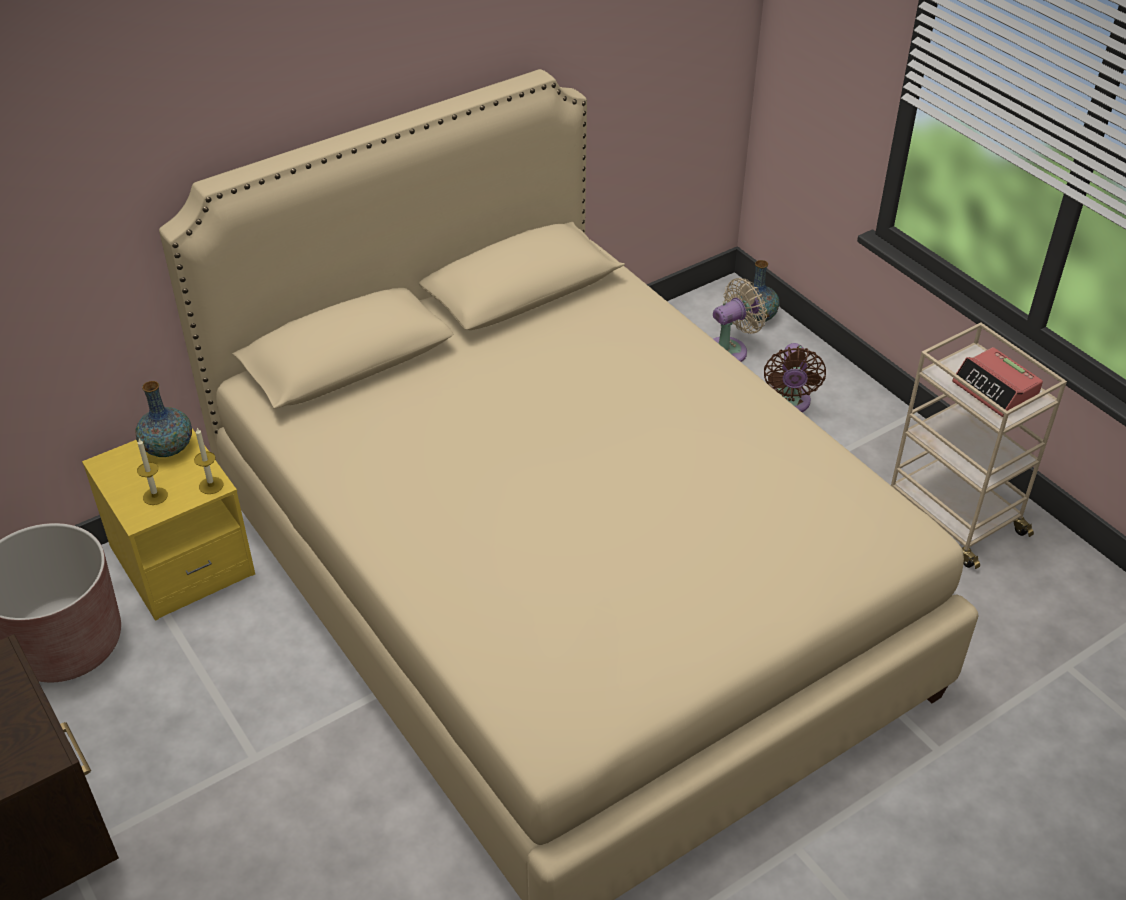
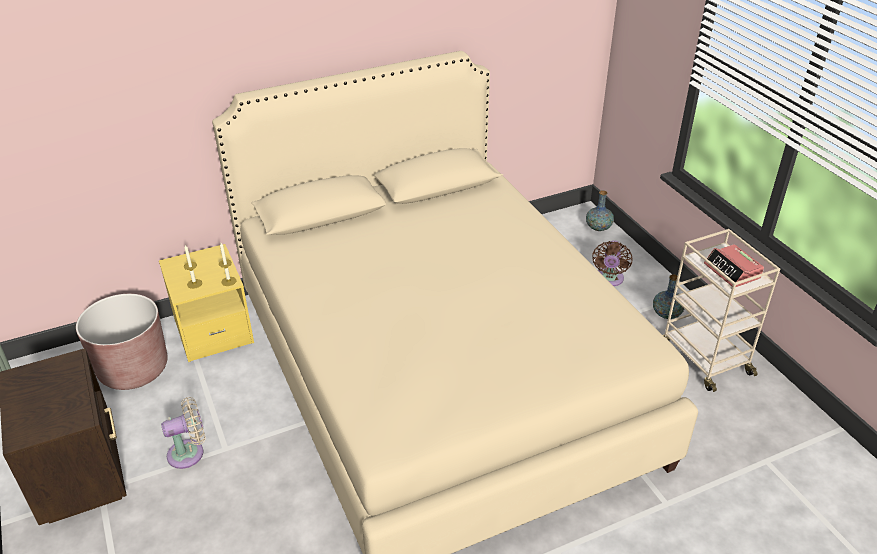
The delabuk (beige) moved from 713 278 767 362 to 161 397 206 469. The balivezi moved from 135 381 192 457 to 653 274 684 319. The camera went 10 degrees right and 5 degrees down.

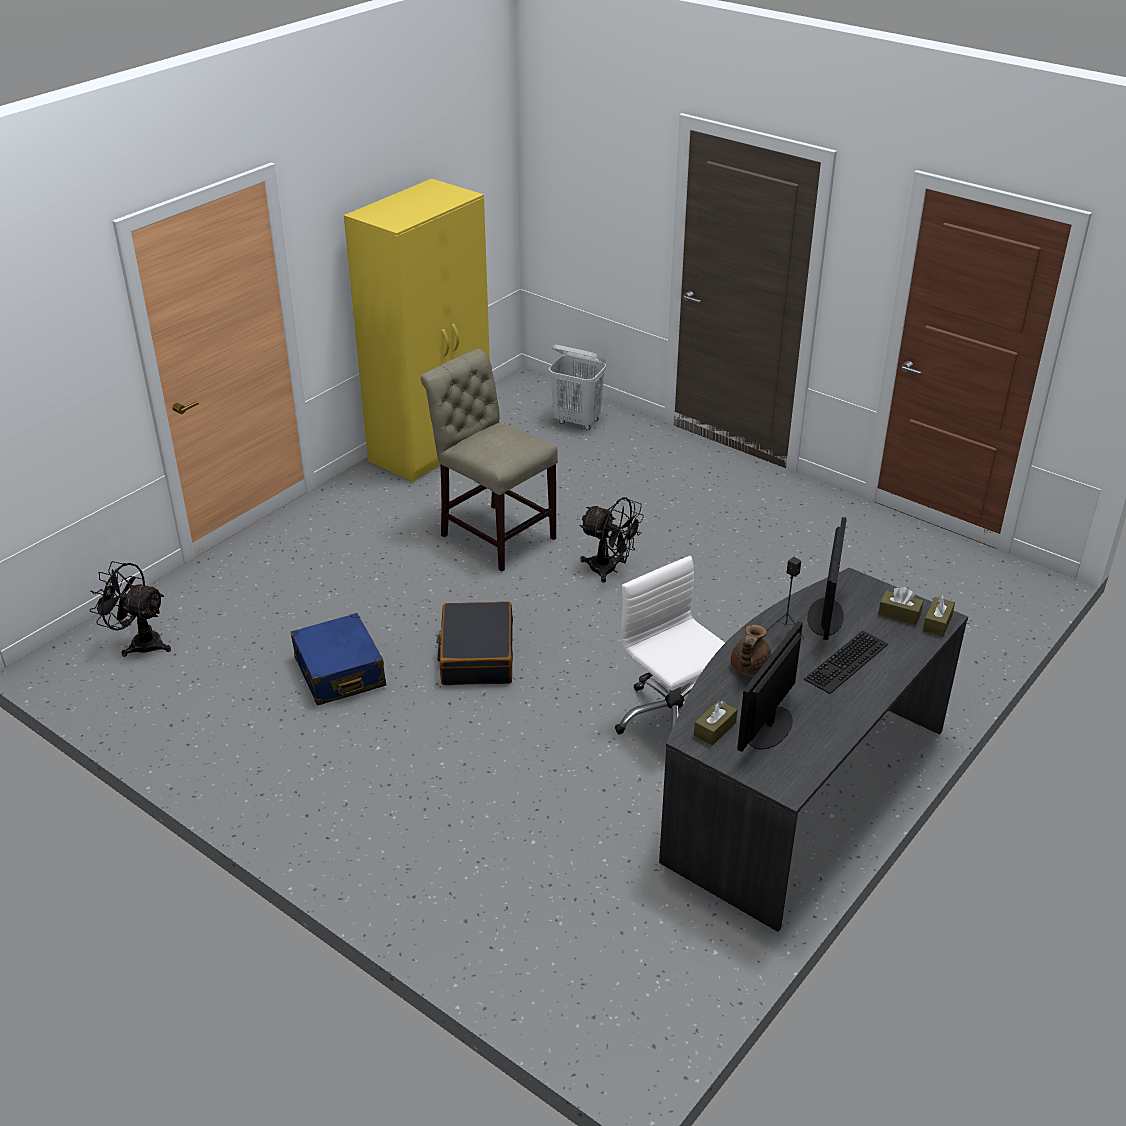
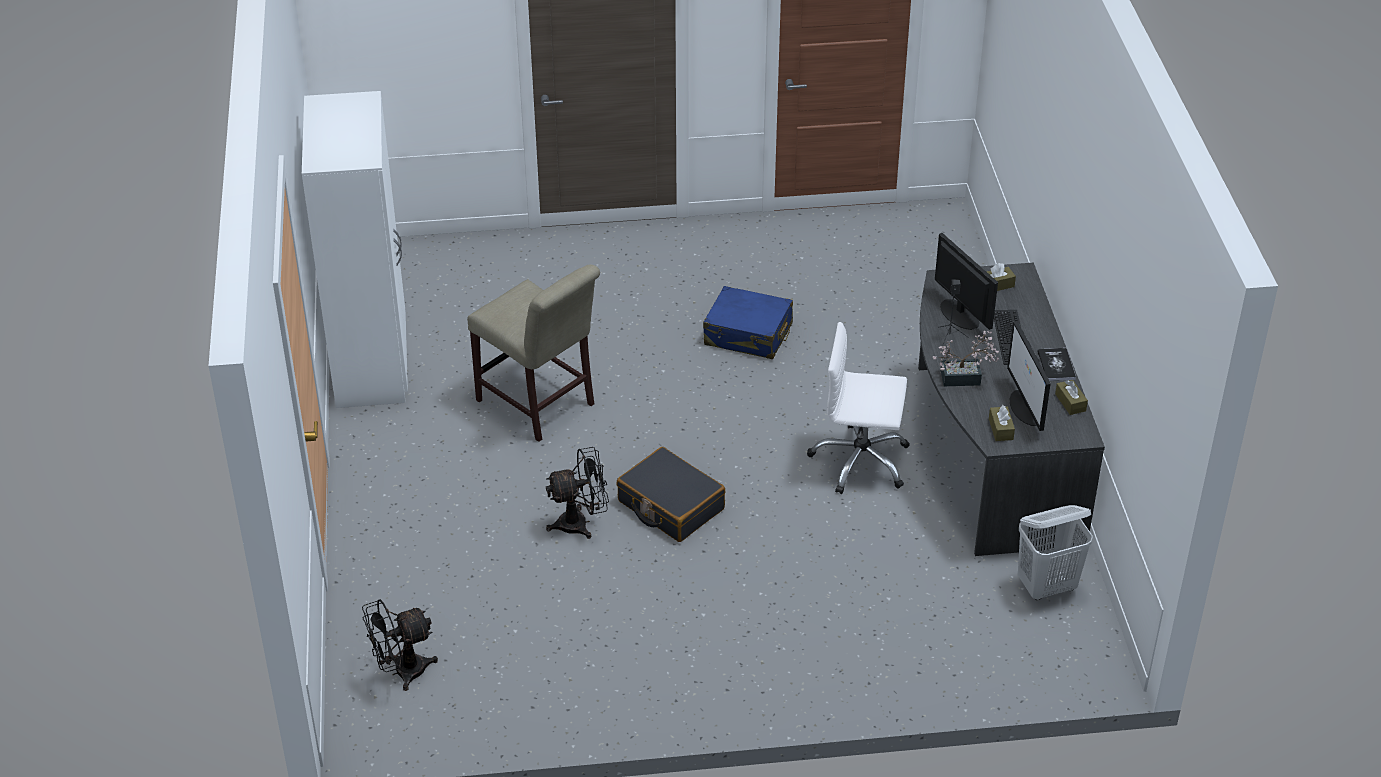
The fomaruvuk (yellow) at 344 179 490 482 became the fomaruvuk (white) at 302 91 408 408. The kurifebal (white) moved from 549 345 606 430 to 1018 505 1093 600. The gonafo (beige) at 421 349 558 571 turned 135 degrees counterclockwise. The delabuk (black) moved from 579 497 644 583 to 546 447 609 539. The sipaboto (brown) moved from 923 595 955 637 to 1055 380 1088 415. The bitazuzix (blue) moved from 291 613 386 706 to 703 286 793 359. The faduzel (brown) at 731 625 772 676 was replaced by the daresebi at 933 330 999 386. The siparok at 1037 348 1076 381 appeared. The camera went 45 degrees left and 5 degrees up.

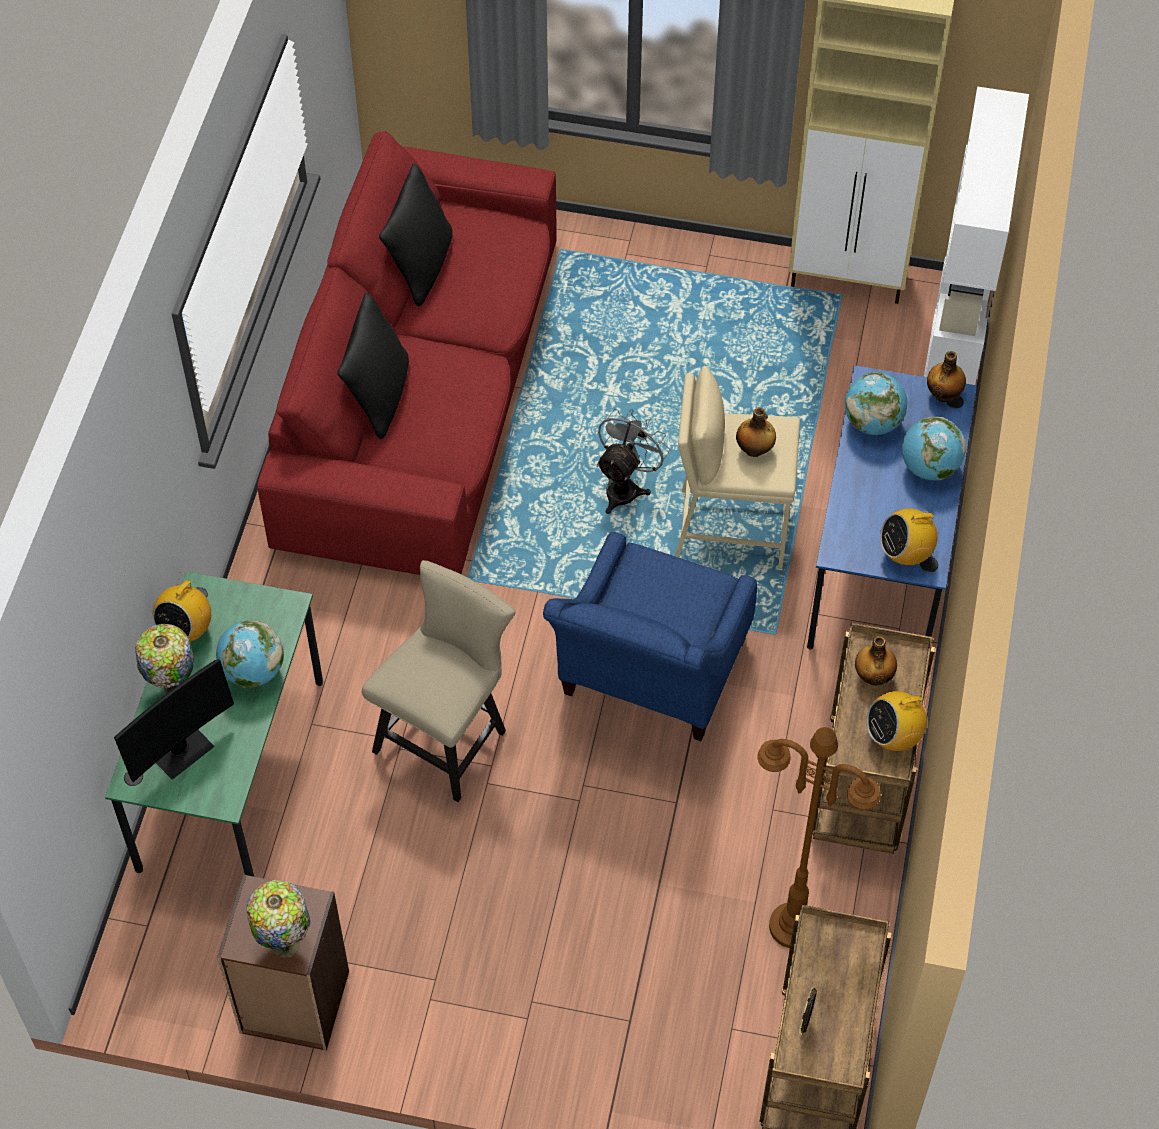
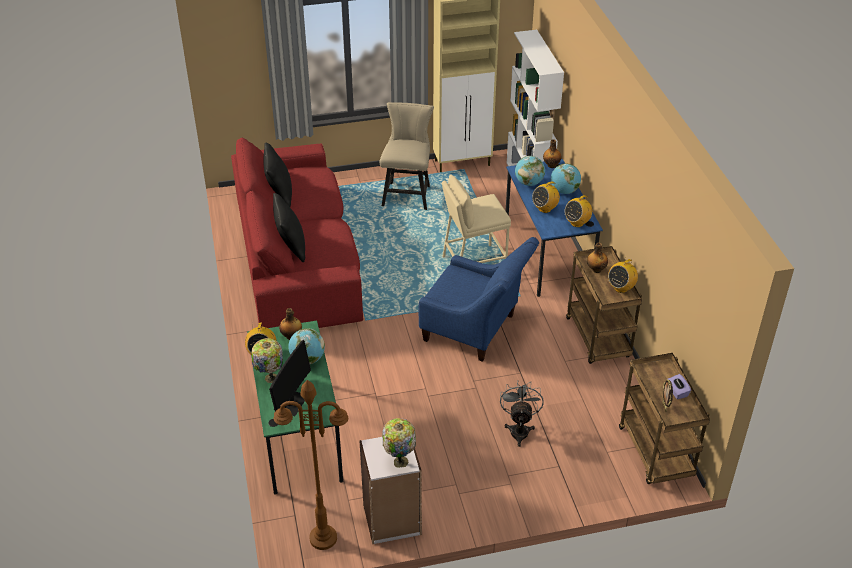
The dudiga moved from 736 407 776 457 to 279 308 302 340. The delabuk (grey) moved from 596 409 670 514 to 500 381 544 447. The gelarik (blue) at 543 532 757 741 turned 60 degrees counterclockwise. The gonafo (beige) moved from 362 560 516 802 to 380 102 434 210. The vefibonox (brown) moved from 757 727 880 948 to 274 380 348 550. The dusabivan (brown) at 217 874 349 1051 became the dusabivan (white) at 359 437 422 544. The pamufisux at 532 180 560 213 appeared. The sipaboto (purple) at 668 374 691 400 appeared. The camera went 25 degrees left and 15 degrees down.

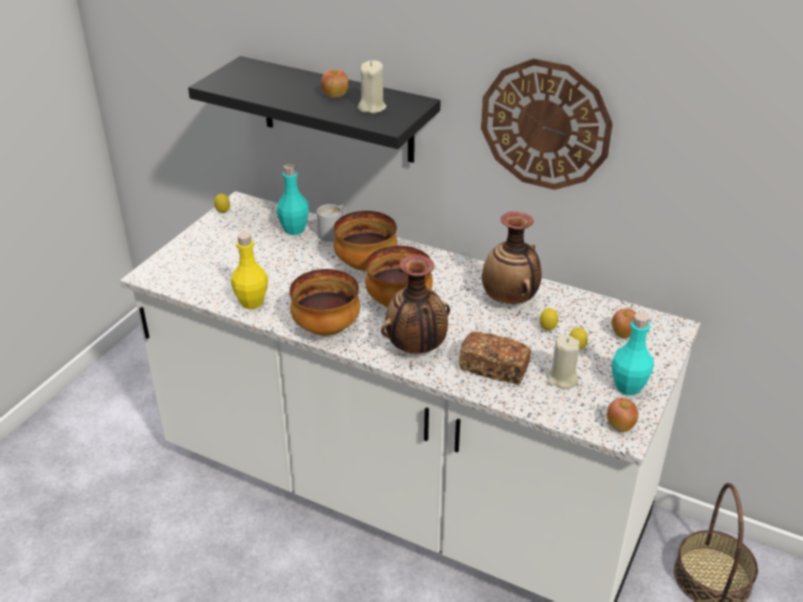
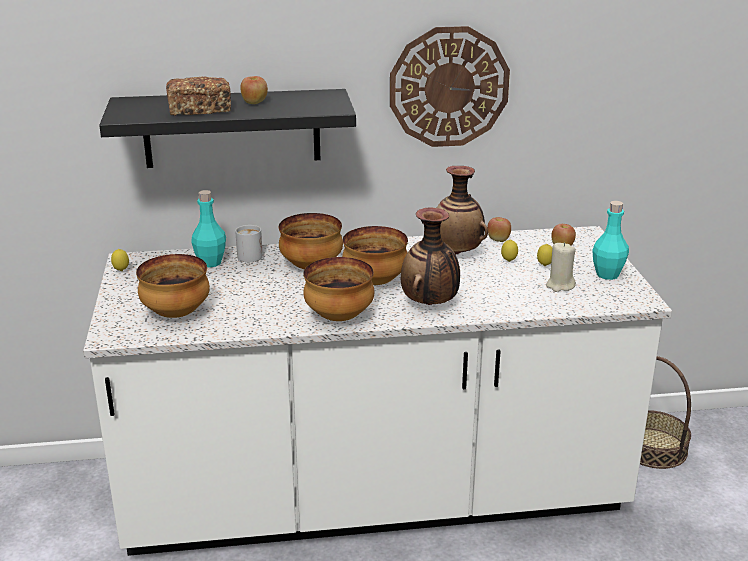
The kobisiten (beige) at 358 60 386 114 disappeared. The dudiga (yellow) at 231 232 268 309 disappeared. The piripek moved from 459 332 531 385 to 166 76 231 116. The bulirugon moved from 607 398 639 432 to 487 217 511 242. The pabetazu at 136 254 210 318 appeared. The camera went 35 degrees left and 10 degrees down.

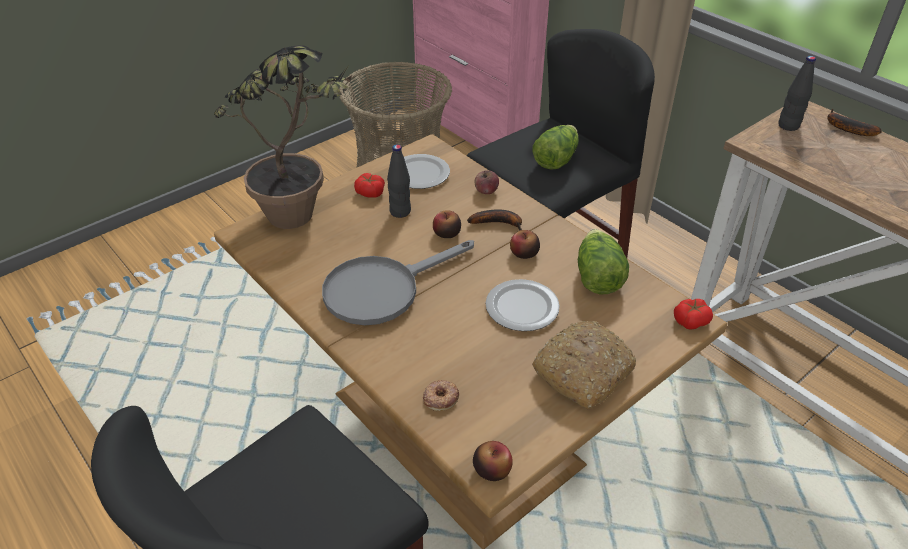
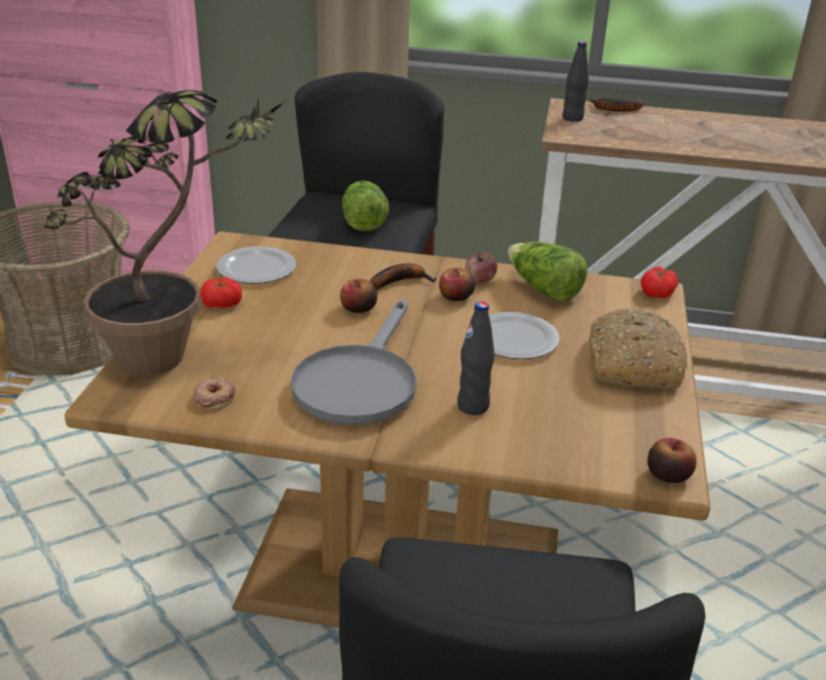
The dudiga (black) moved from 387 145 411 218 to 457 301 494 415. The bulirugon moved from 474 170 499 194 to 465 252 497 283. The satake moved from 423 380 459 411 to 193 377 235 410. The camera went 40 degrees left and 10 degrees down.

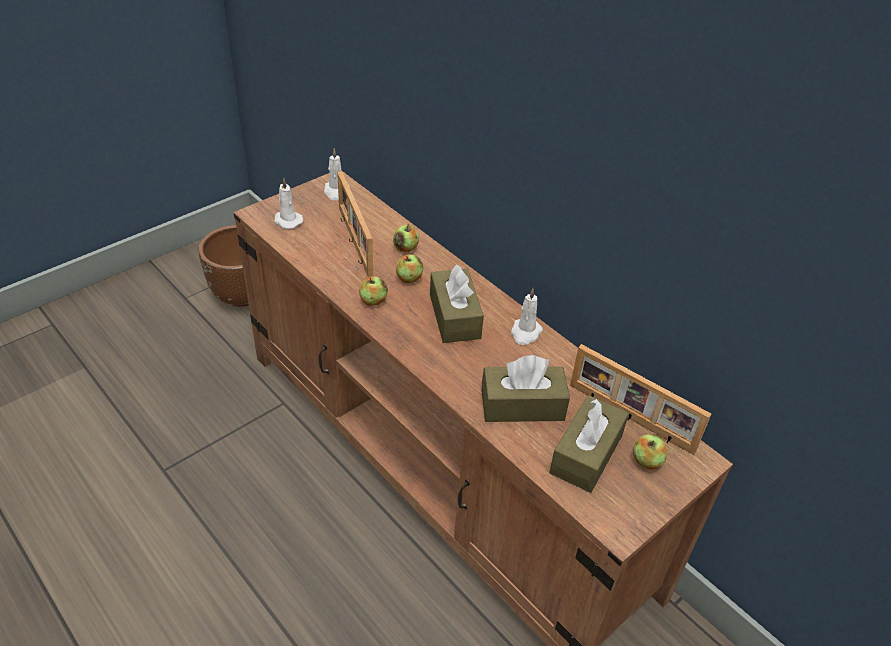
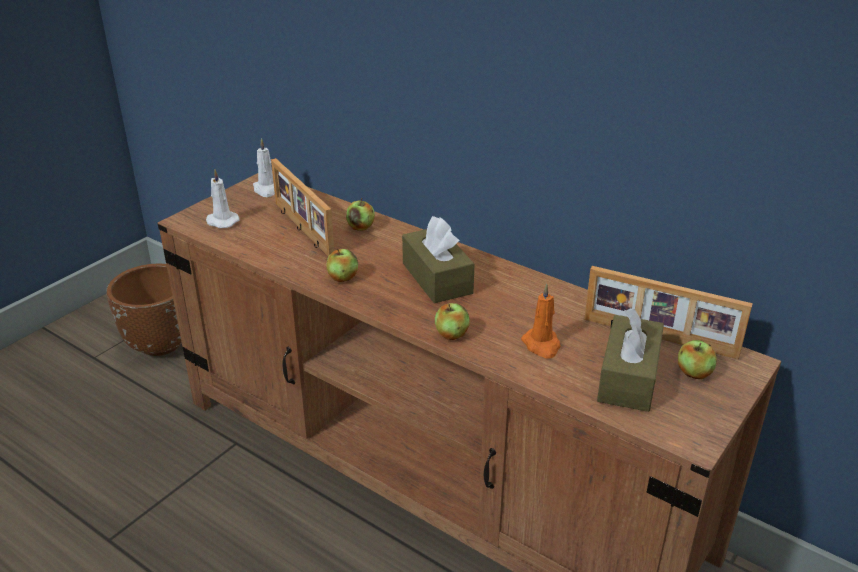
The bulirugon moved from 396 255 423 283 to 435 303 470 340. The kobisiten (white) at 511 288 543 345 disappeared. The sipaboto (brown) at 481 355 570 422 was replaced by the kobisiten (orange) at 521 284 560 358. The camera went 10 degrees left and 10 degrees down.

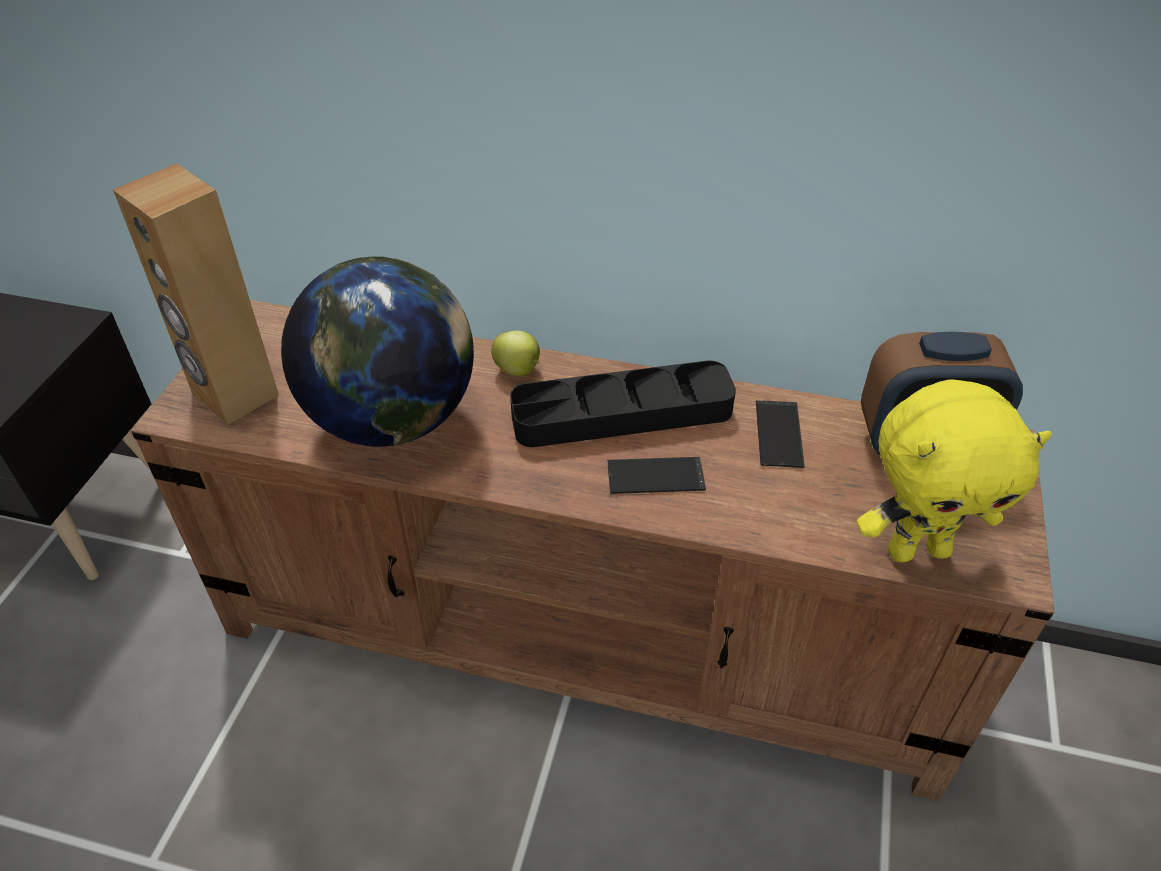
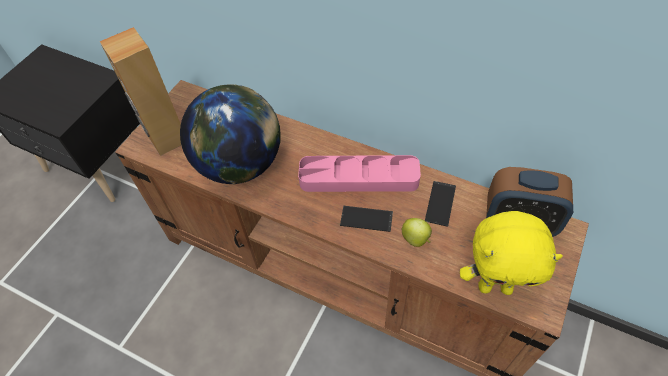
The bulirugon moved from 491 331 540 376 to 402 218 432 247. The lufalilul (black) at 510 360 736 447 became the lufalilul (pink) at 298 155 421 192. The camera went 15 degrees right and 10 degrees up.

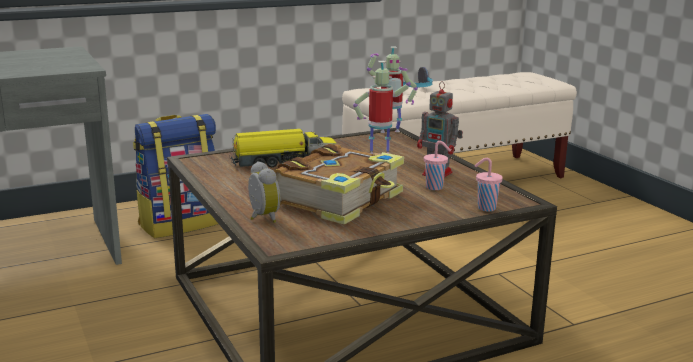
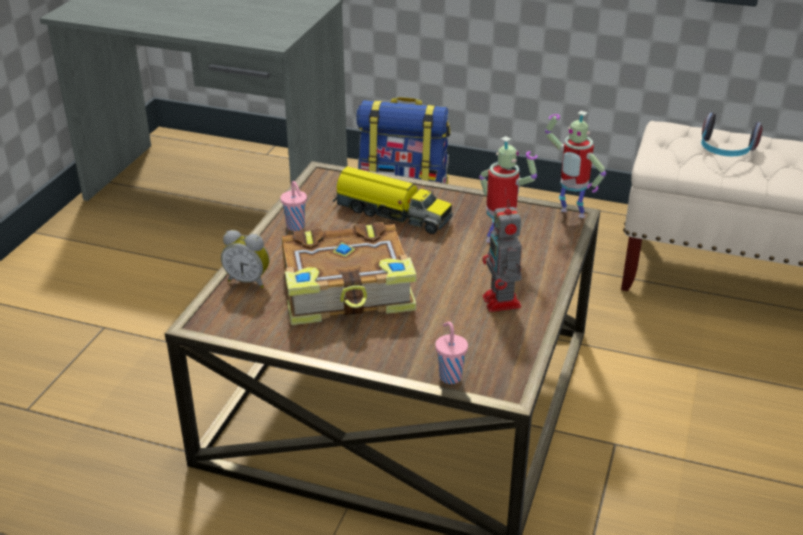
The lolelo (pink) moved from 424 141 451 190 to 280 181 307 231. The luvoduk at 248 161 280 223 turned 90 degrees clockwise. The camera went 45 degrees right and 15 degrees up.

